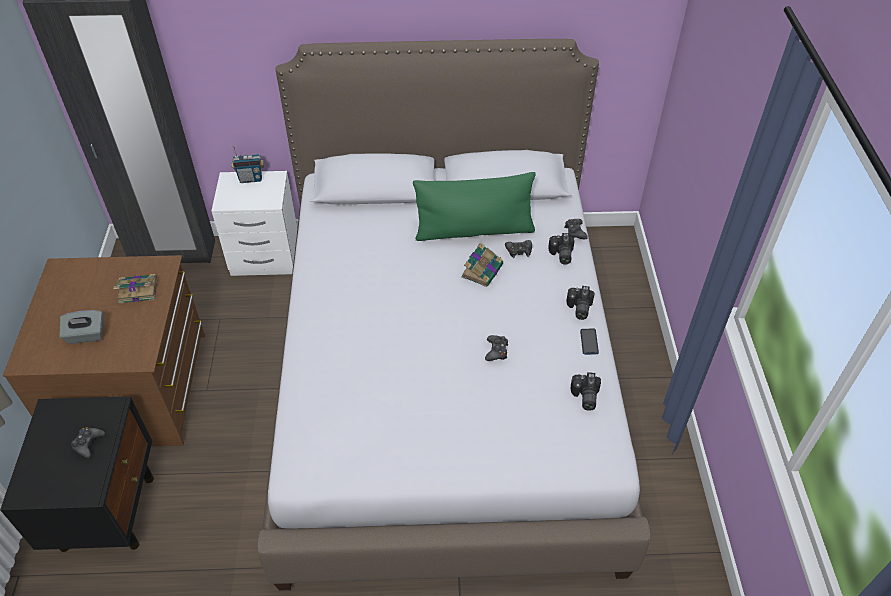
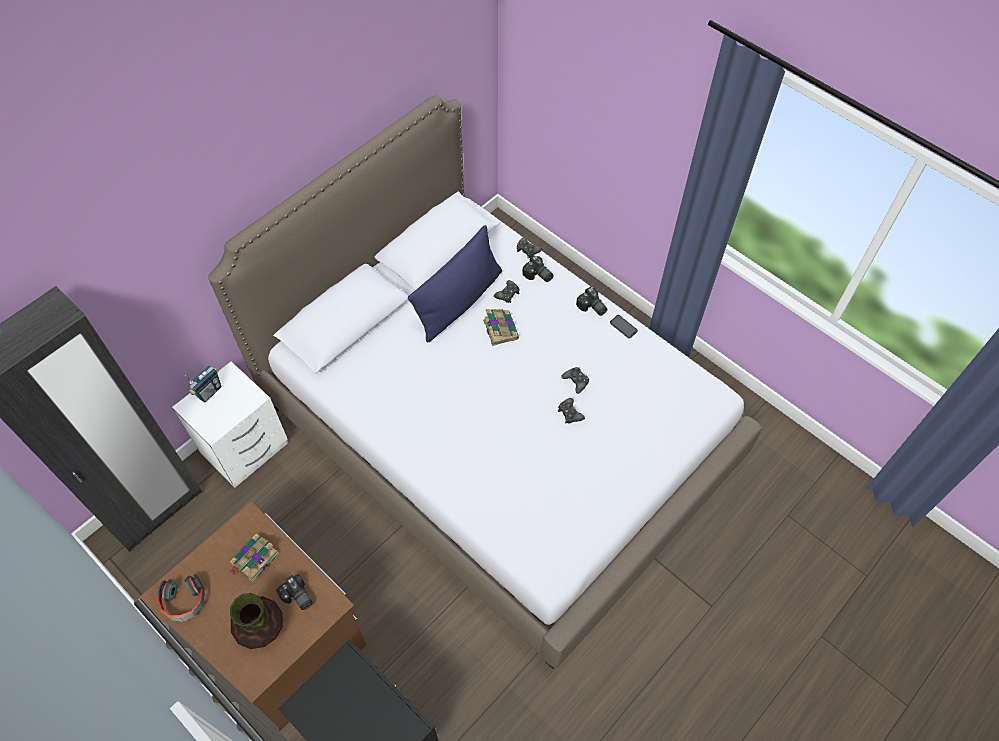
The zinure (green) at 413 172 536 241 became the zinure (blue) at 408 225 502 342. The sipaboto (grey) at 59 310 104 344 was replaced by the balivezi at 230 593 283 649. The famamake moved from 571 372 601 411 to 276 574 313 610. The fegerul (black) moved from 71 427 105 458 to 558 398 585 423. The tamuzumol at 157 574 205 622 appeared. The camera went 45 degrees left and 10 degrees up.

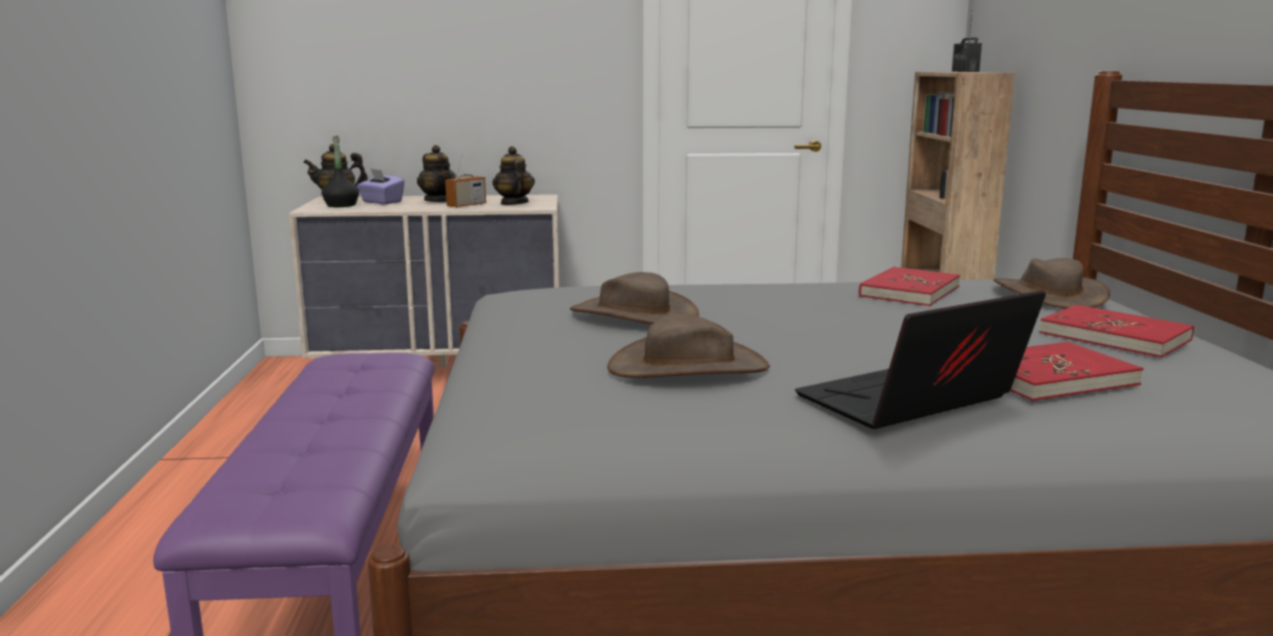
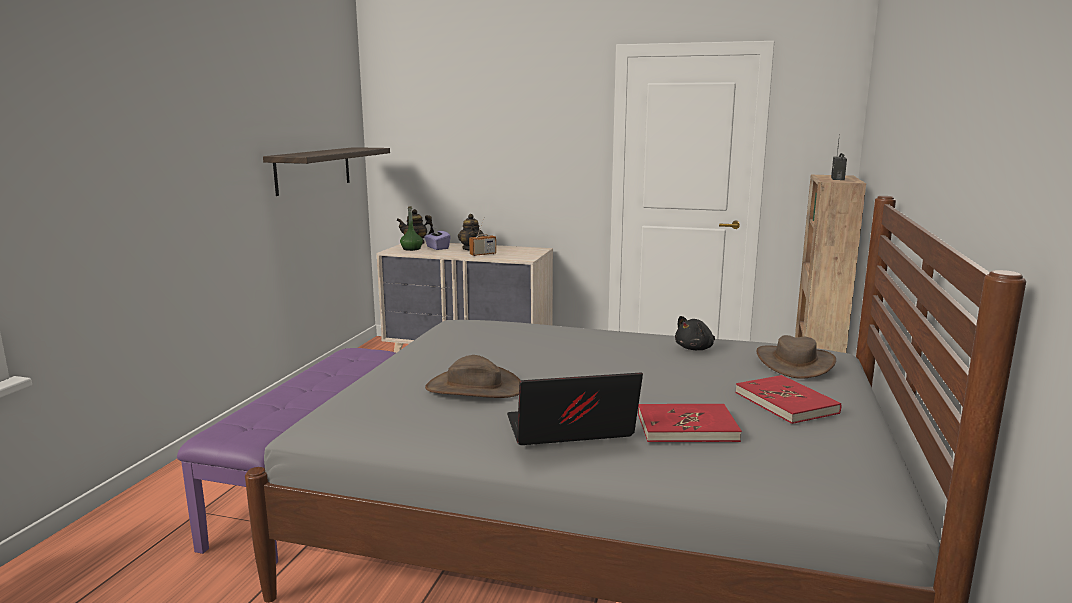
The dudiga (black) at 321 136 359 207 became the dudiga (green) at 400 206 423 251. The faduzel at 492 146 535 205 disappeared. The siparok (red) at 859 267 960 306 was replaced by the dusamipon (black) at 675 316 715 350. The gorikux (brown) at 570 272 699 324 disappeared. The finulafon at 263 147 390 196 appeared. The camera went 20 degrees right and 0 degrees up.

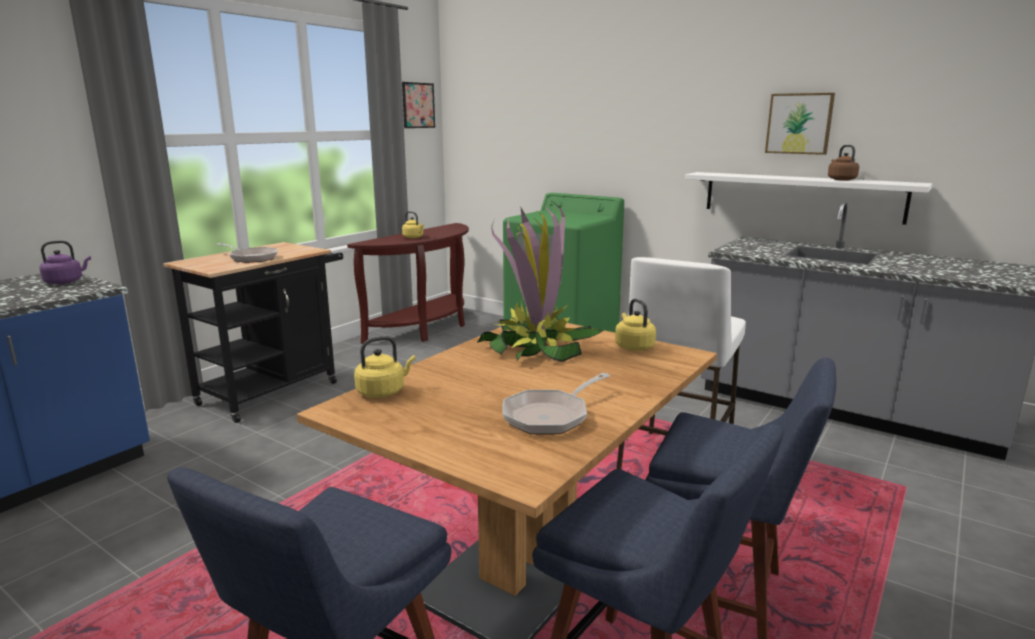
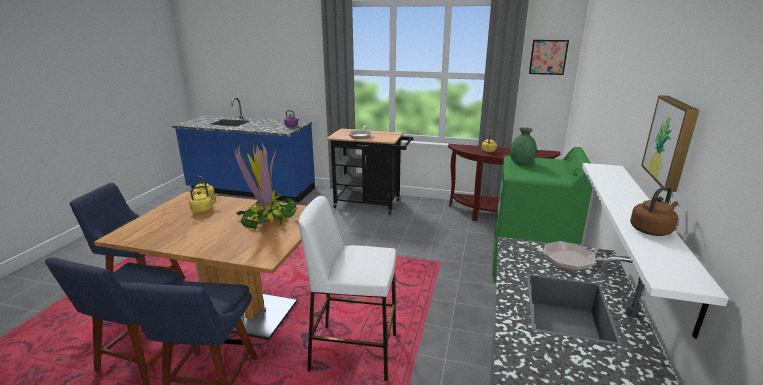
The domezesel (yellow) moved from 615 298 656 351 to 189 186 218 213. The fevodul moved from 502 373 610 435 to 544 241 633 271. The balivezi (green) at 510 127 537 165 appeared. The camera went 70 degrees right and 5 degrees up.

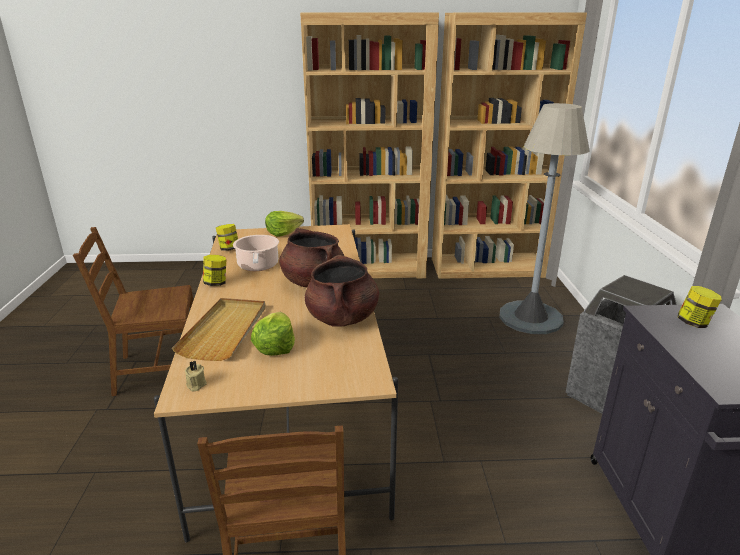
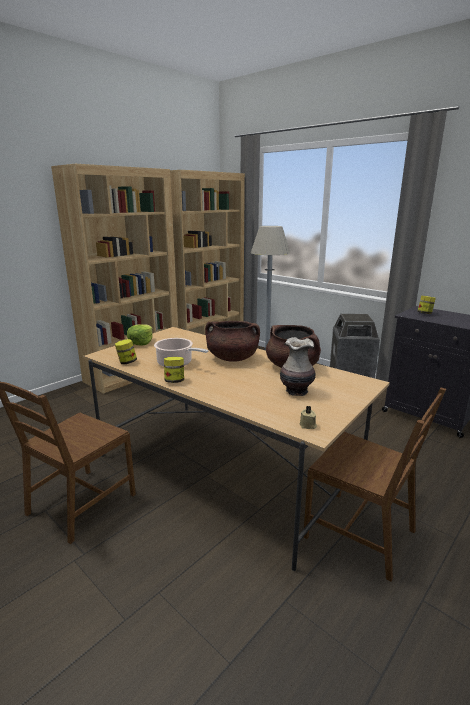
The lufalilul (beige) at 172 298 265 361 disappeared. The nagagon at 251 312 295 356 was replaced by the balivezi at 280 337 316 396. The camera went 45 degrees left and 5 degrees down.

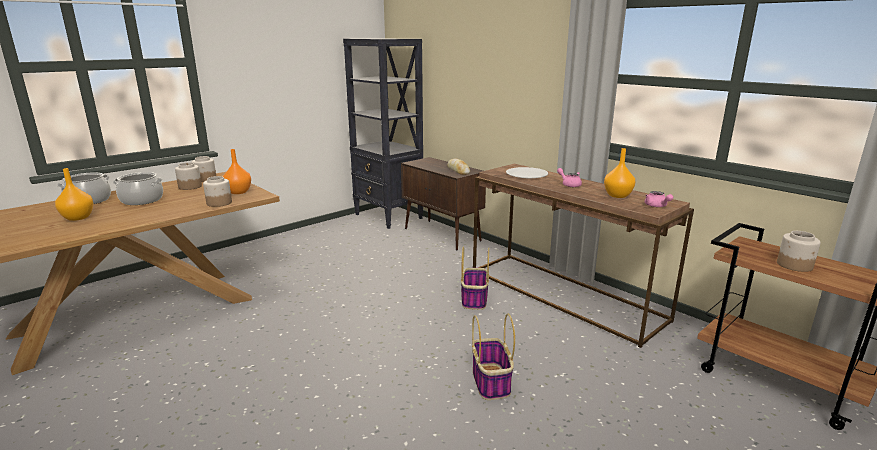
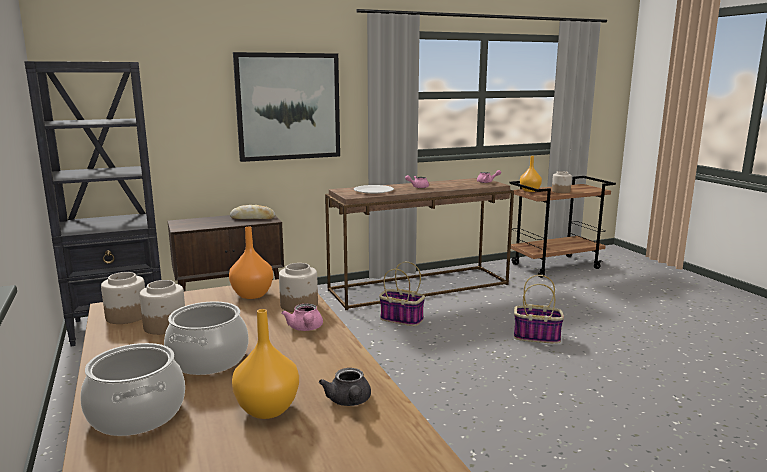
The balivezi (orange) moved from 604 148 635 198 to 520 156 542 192. The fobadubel at 233 52 340 162 appeared. The faduzel (pink) at 282 304 323 331 appeared. The faduzel (grey) at 319 368 371 406 appeared. The camera went 70 degrees left and 5 degrees down.

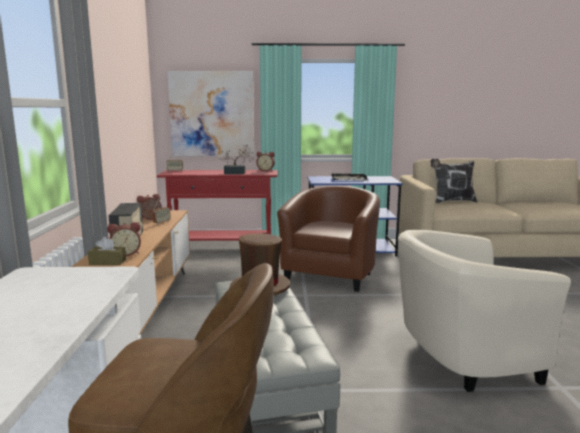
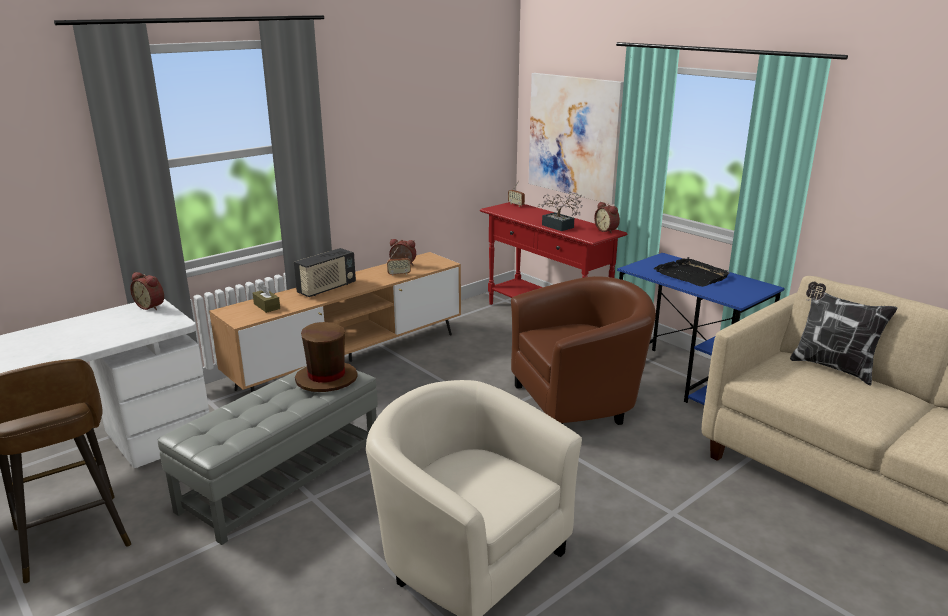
The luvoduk moved from 107 222 141 256 to 130 272 164 310. The camera went 50 degrees right and 10 degrees up.

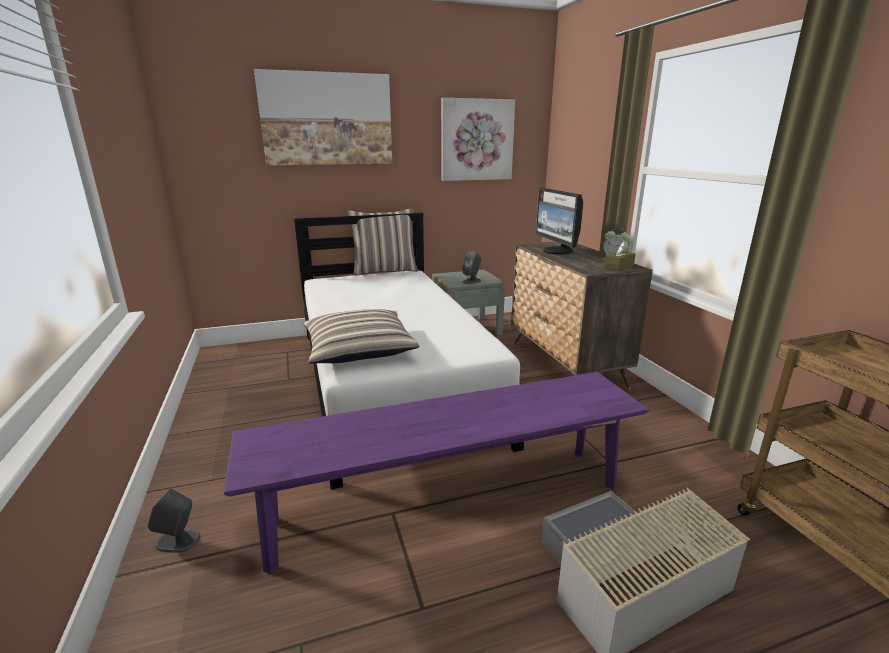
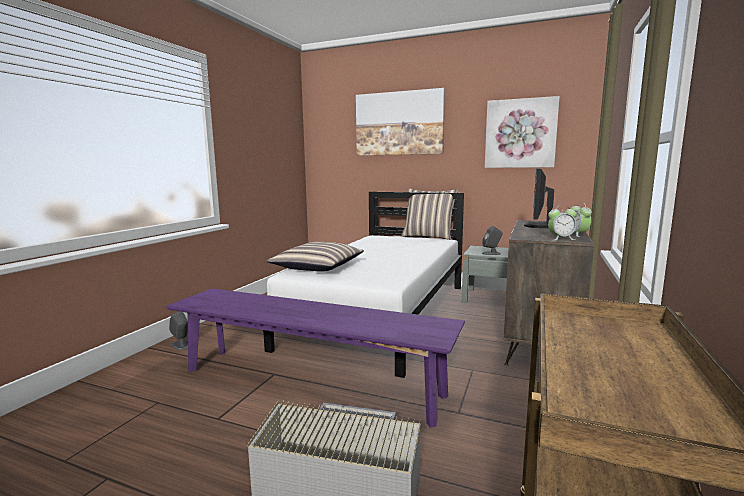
The sipaboto (brown) at 604 241 636 272 was replaced by the luvoduk at 548 205 577 240. The camera went 40 degrees right and 10 degrees down.

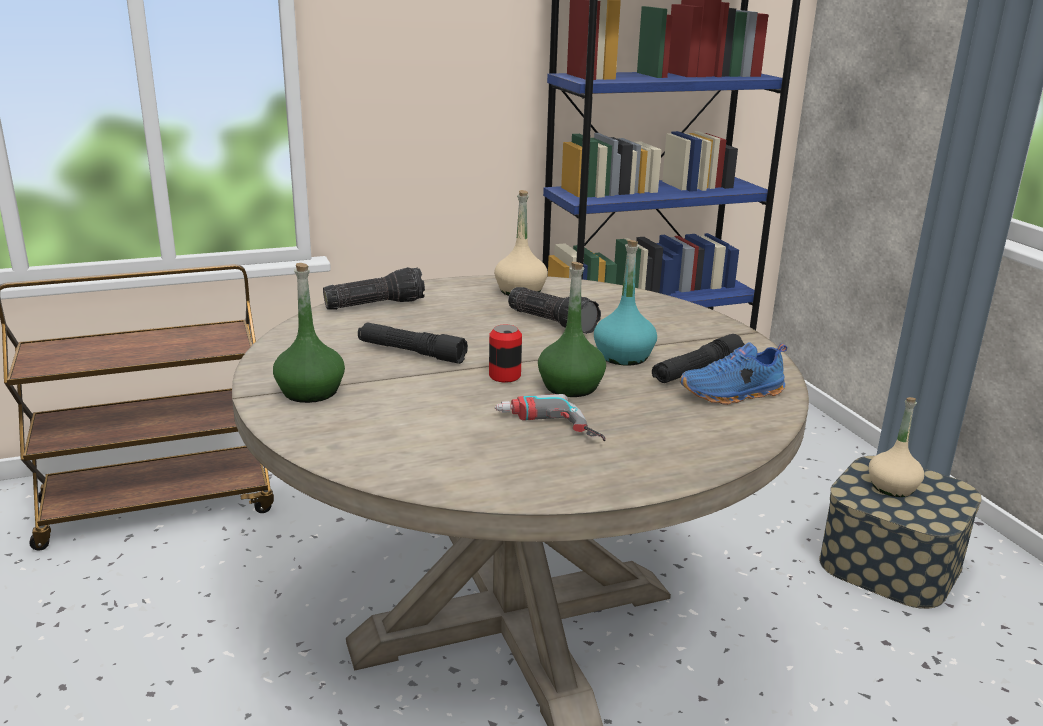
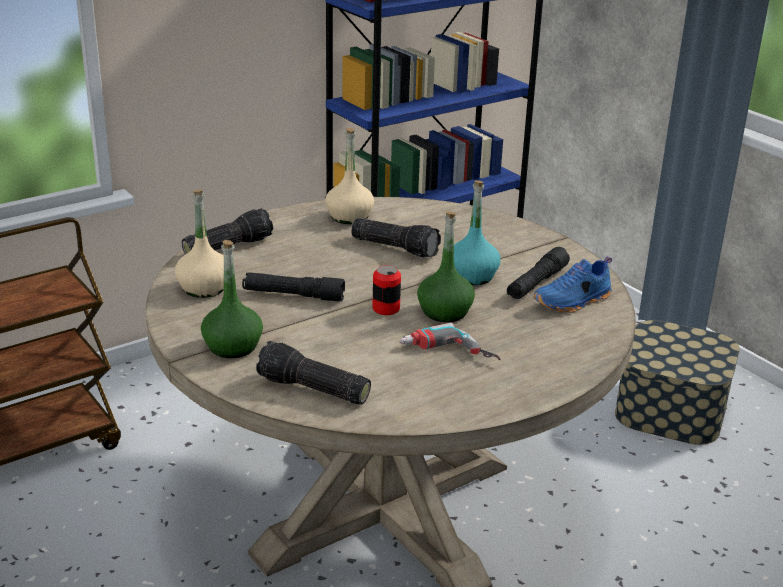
The dudiga (beige) moved from 869 397 924 497 to 175 189 224 298. The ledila at 256 341 371 405 appeared. The camera went 15 degrees left and 5 degrees up.

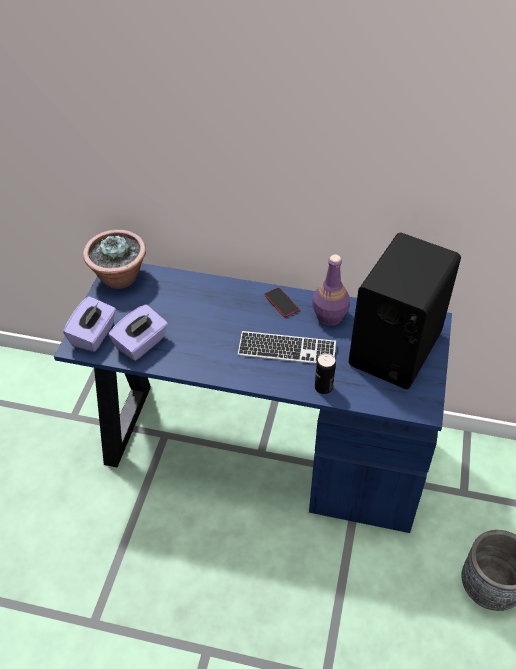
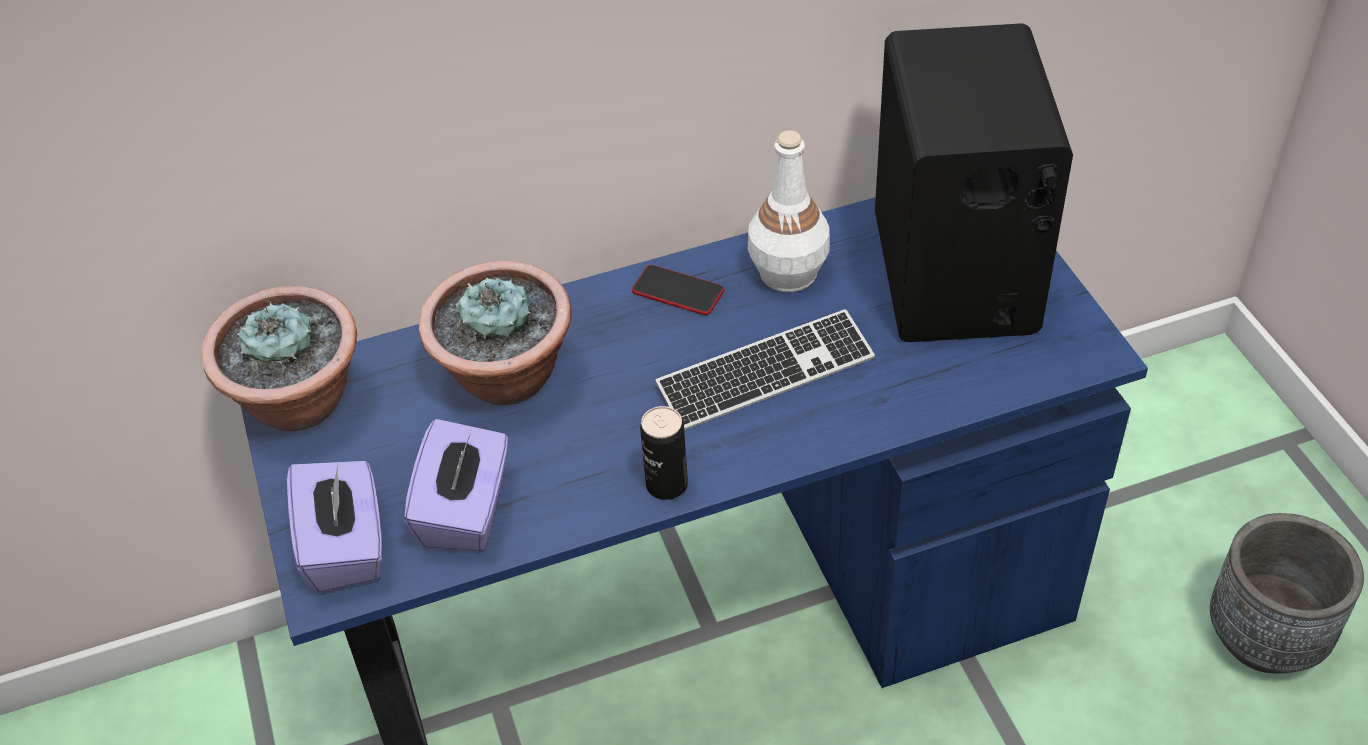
The dudiga (purple) at 312 255 350 326 became the dudiga (white) at 748 131 830 292. The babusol moved from 315 353 336 394 to 640 406 688 500. The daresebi at 419 261 572 406 appeared. The camera went 30 degrees left and 0 degrees up.

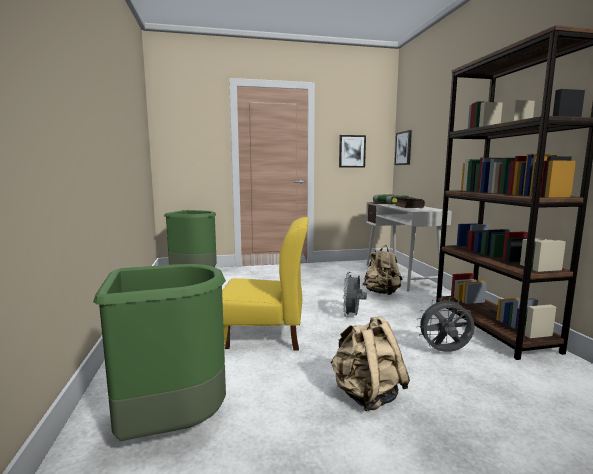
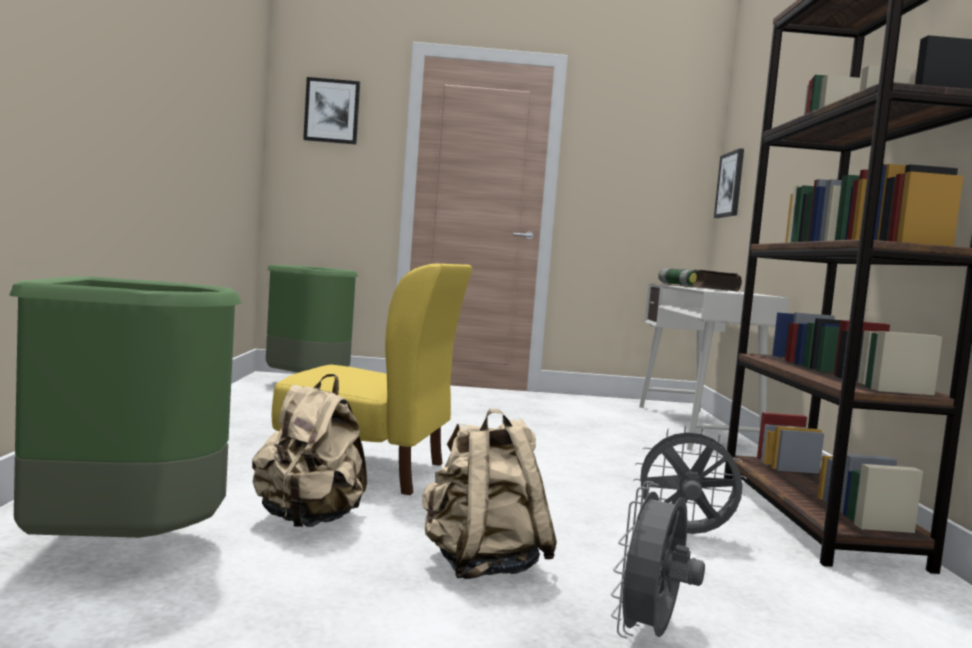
The fobadubel moved from 339 135 366 168 to 303 77 360 145. The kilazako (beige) moved from 362 245 402 295 to 252 374 367 527. The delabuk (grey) moved from 343 272 367 317 to 611 481 705 639. The camera went 10 degrees right and 5 degrees down.

